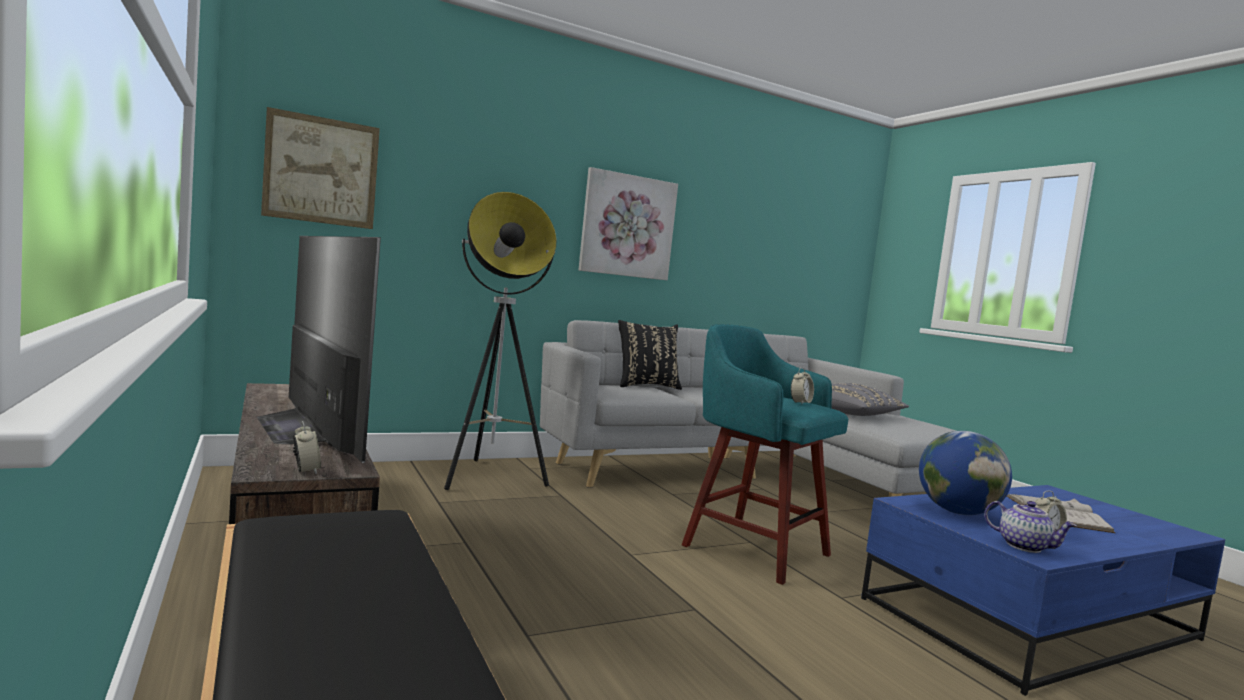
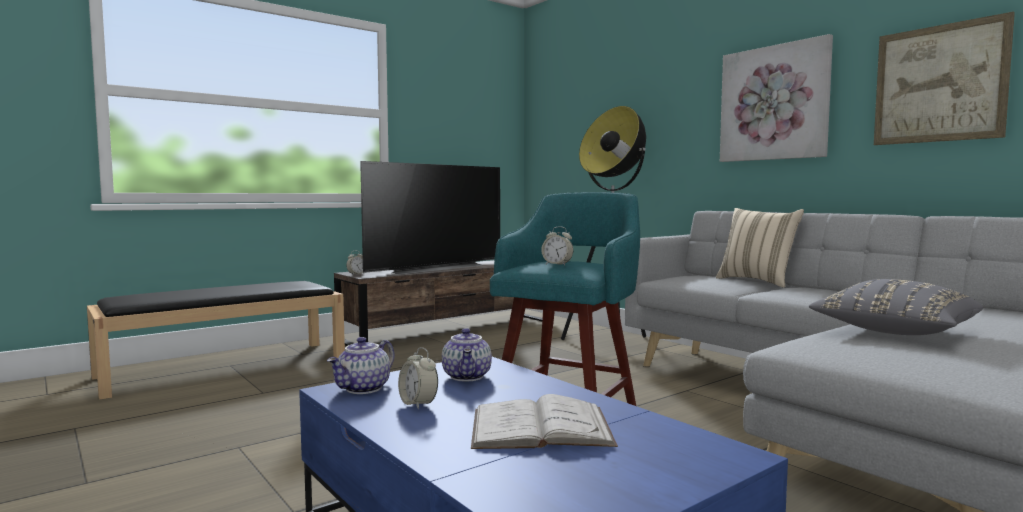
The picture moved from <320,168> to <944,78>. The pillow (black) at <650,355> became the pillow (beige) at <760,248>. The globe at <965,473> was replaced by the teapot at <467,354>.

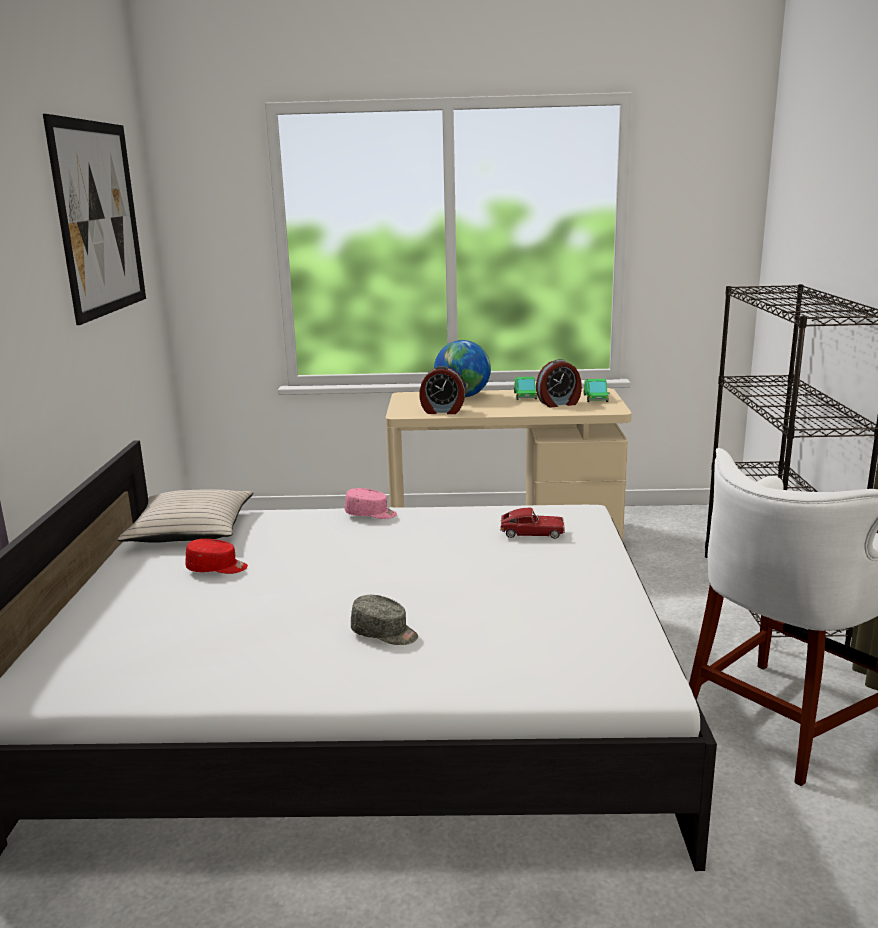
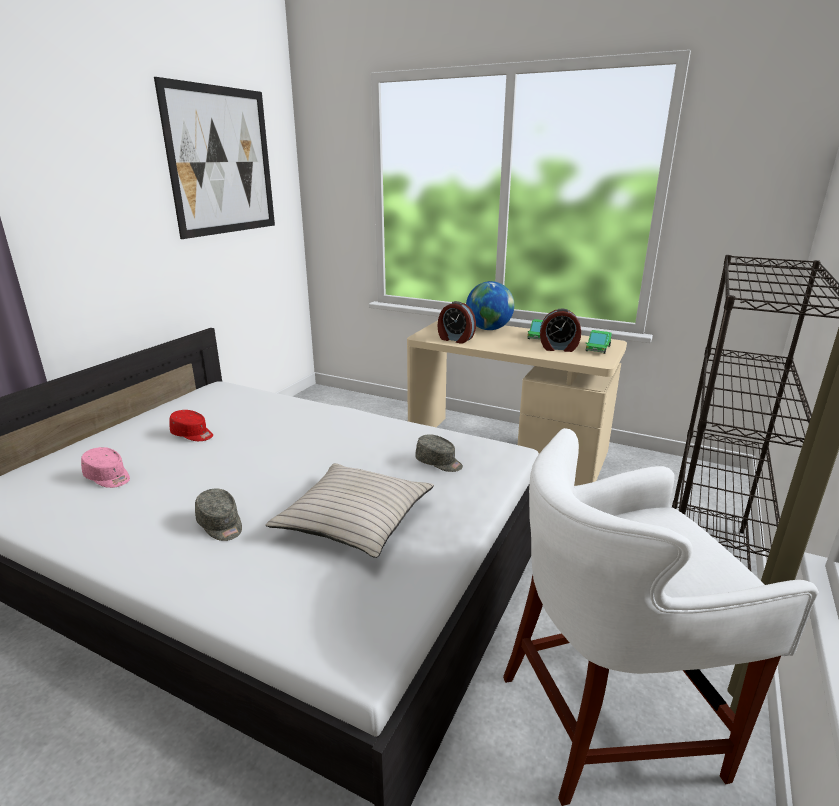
The cap (pink) moved from <371,503> to <105,467>. The pillow (beige) moved from <185,516> to <350,510>. The toy car at <532,523> was replaced by the cap (grey) at <439,453>.

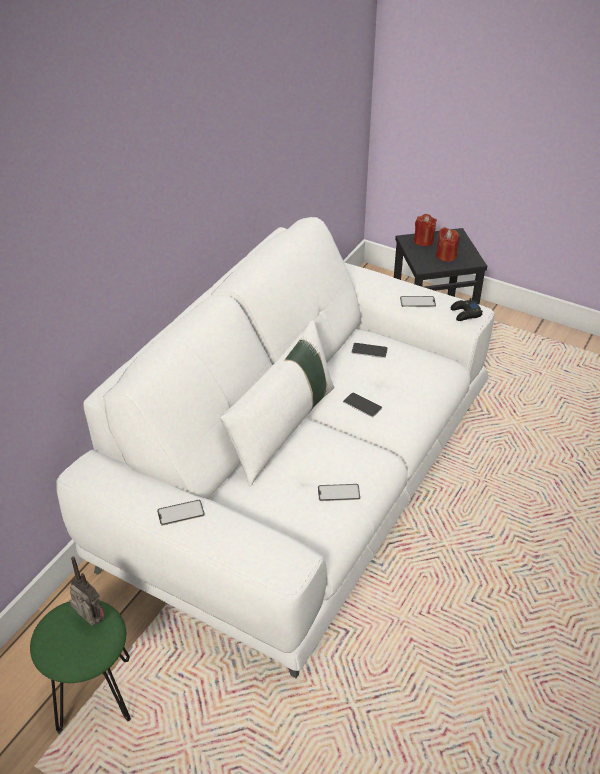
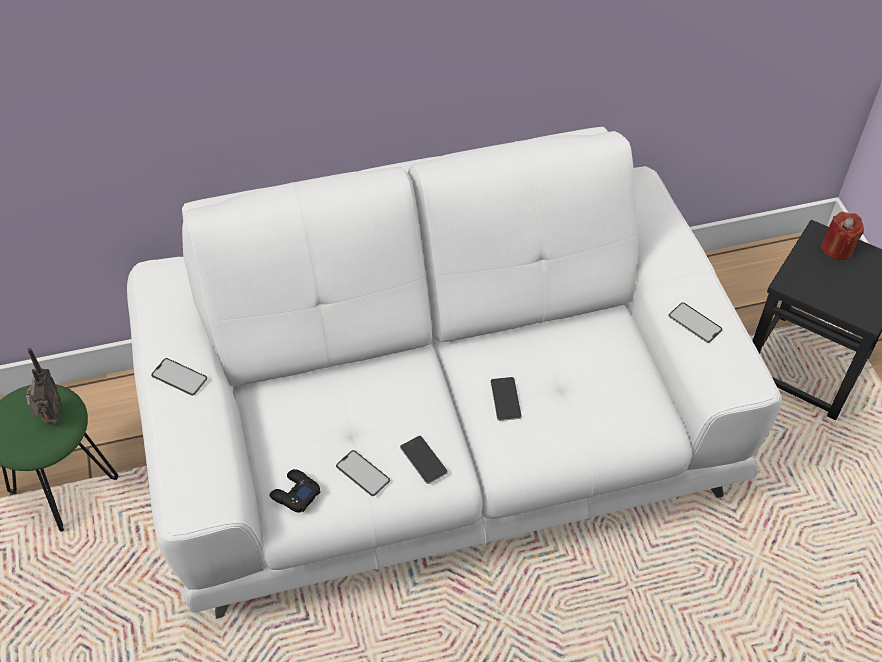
The candle (red) at <447,244> disappeared. The game controller (black) moved from <467,309> to <295,491>. The pillow (white) at <277,403> disappeared. The phone moved from <369,350> to <424,460>.

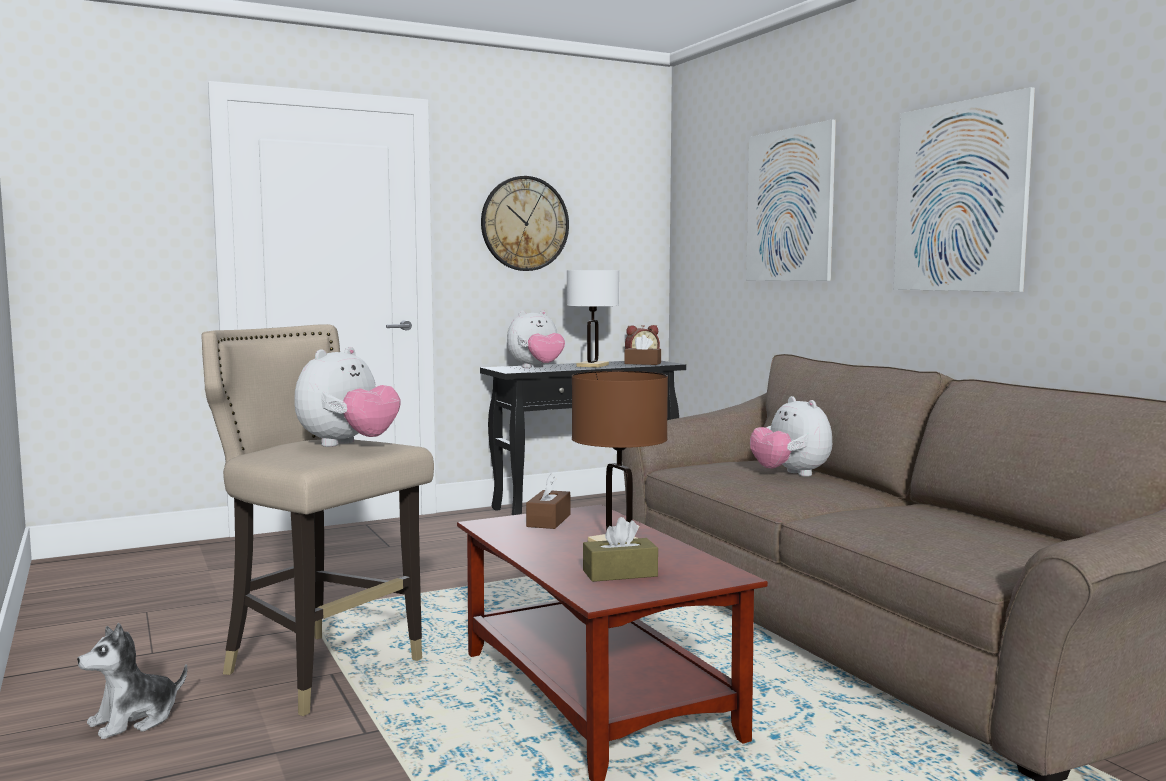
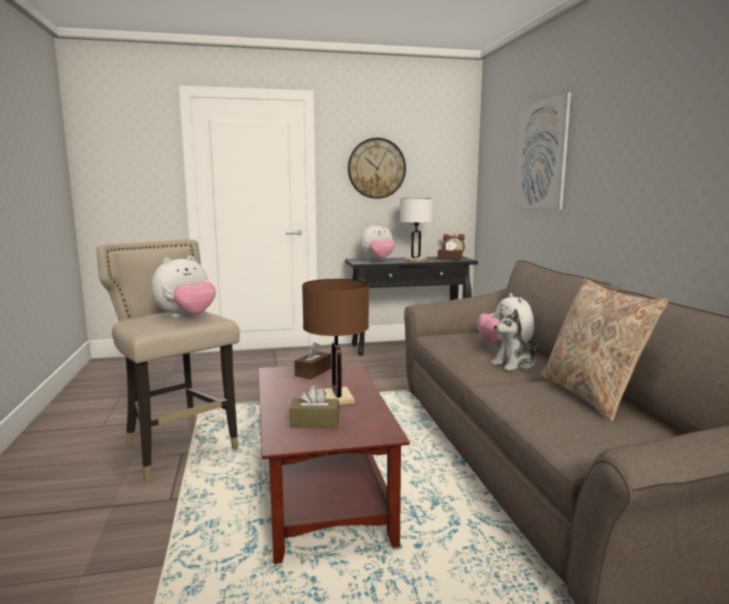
The picture at <964,189> disappeared. The plush toy moved from <132,681> to <514,340>. The pillow (beige) at <604,350> appeared.

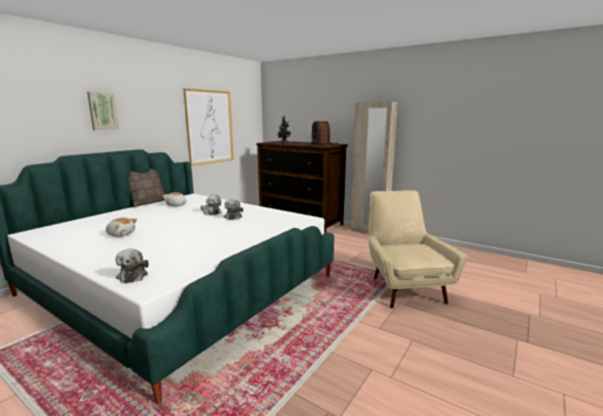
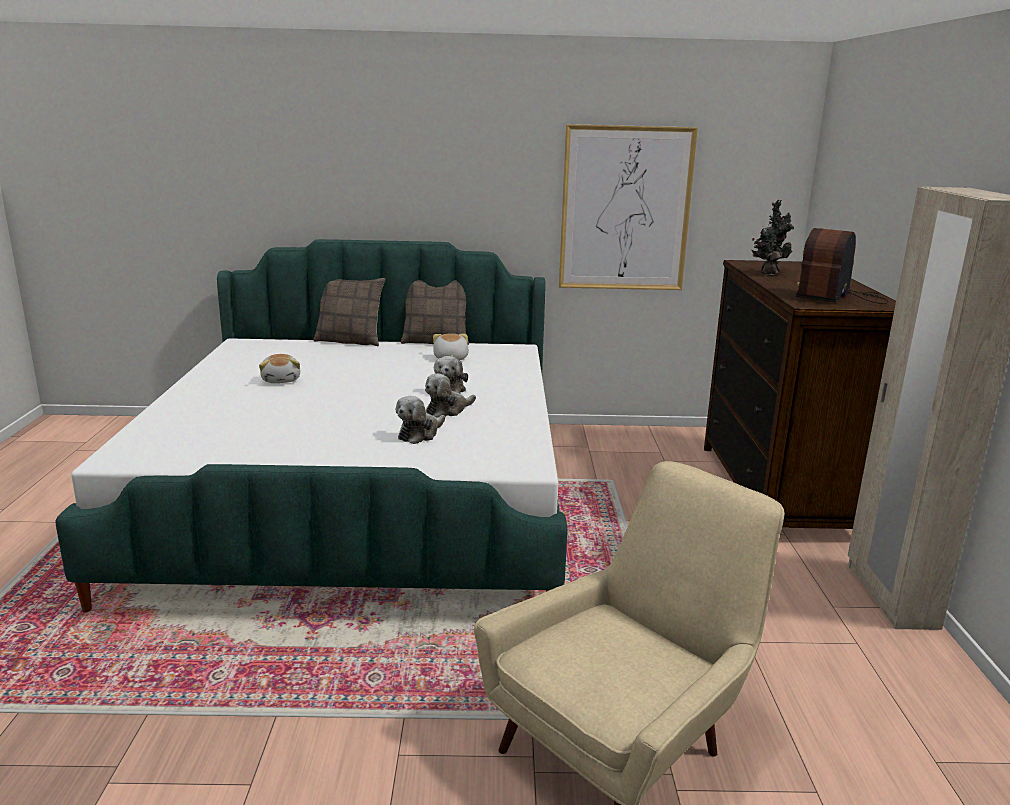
The picture at <103,111> disappeared. The plush toy moved from <132,266> to <420,420>. The pillow at <349,312> appeared.

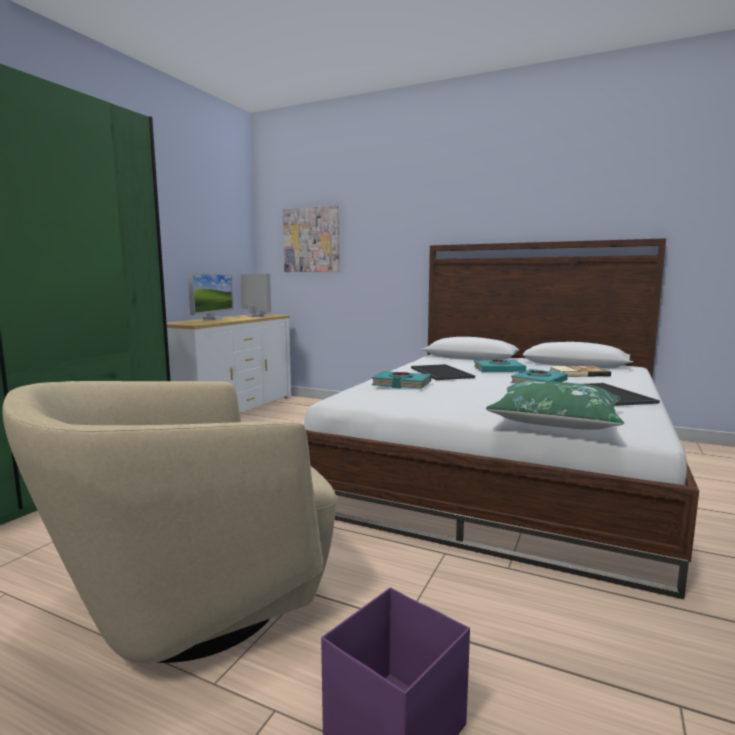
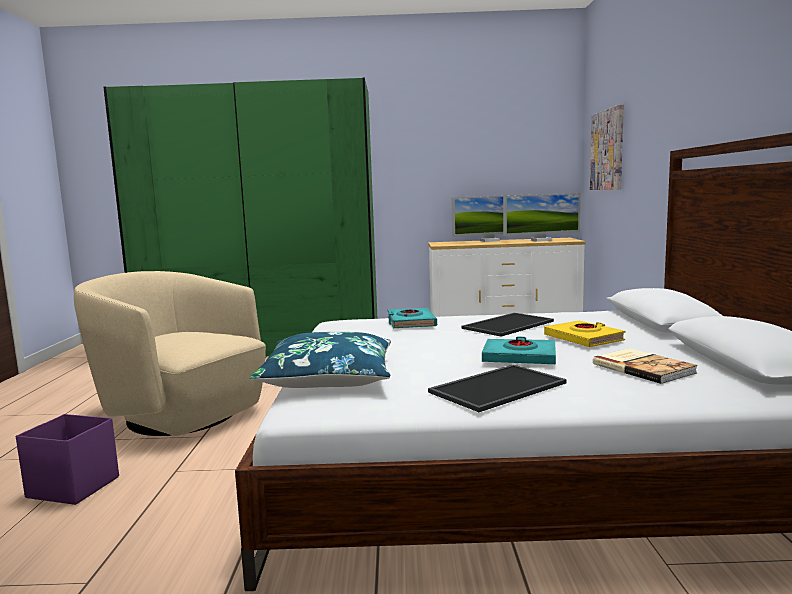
The monitor at <255,295> turned 45 degrees clockwise. The book (turquoise) at <500,365> became the book (yellow) at <585,334>. The pillow (green) at <555,405> became the pillow (blue) at <320,360>.

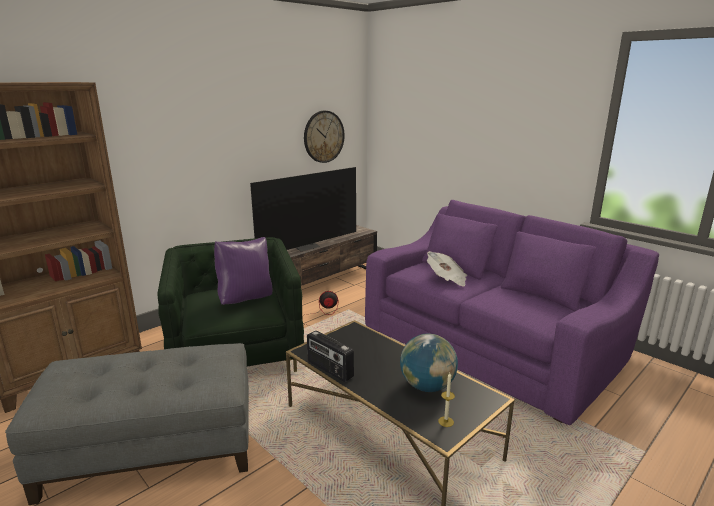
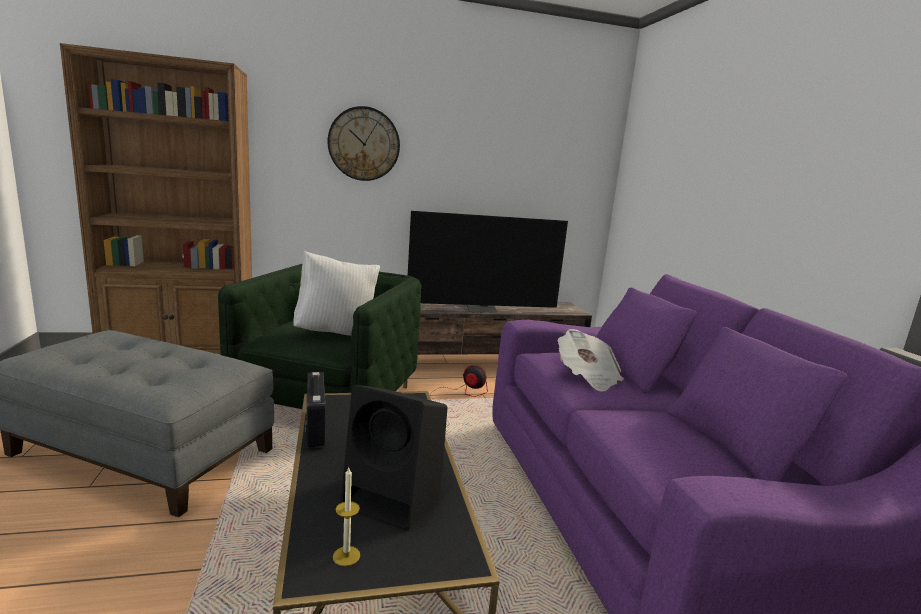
The wall clock moved from <324,137> to <364,143>. The pillow (purple) at <243,271> became the pillow (white) at <336,293>. The globe at <429,363> was replaced by the speaker (black) at <394,457>.

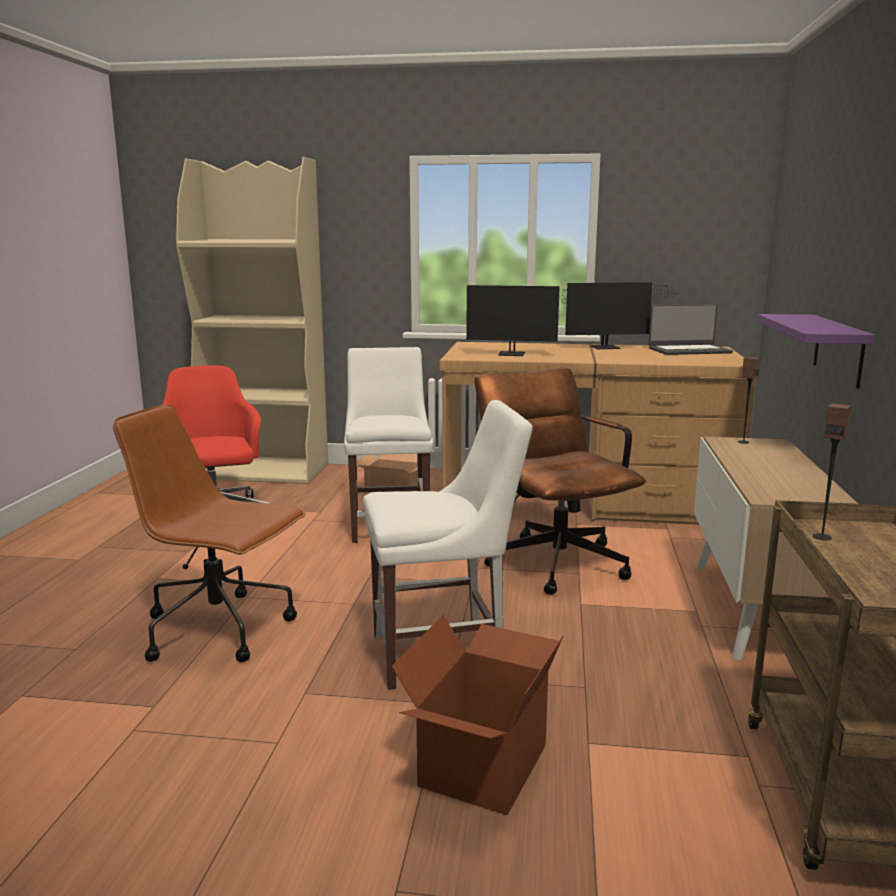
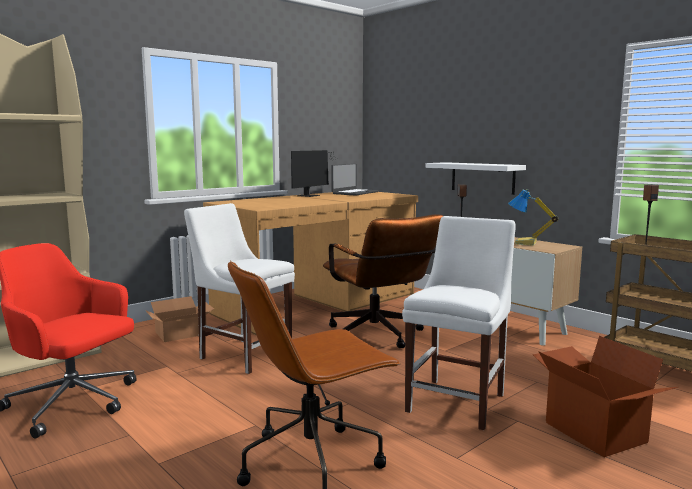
The monitor at <528,320> disappeared. The shelf (purple) at <816,351> became the shelf (white) at <475,178>. The office chair (brown) at <560,481> turned 135 degrees counterclockwise. The table lamp at <533,217> appeared.

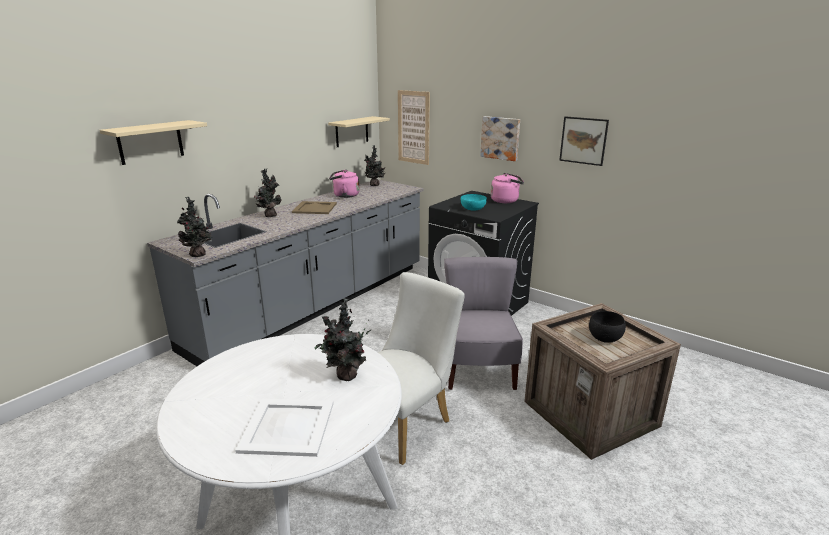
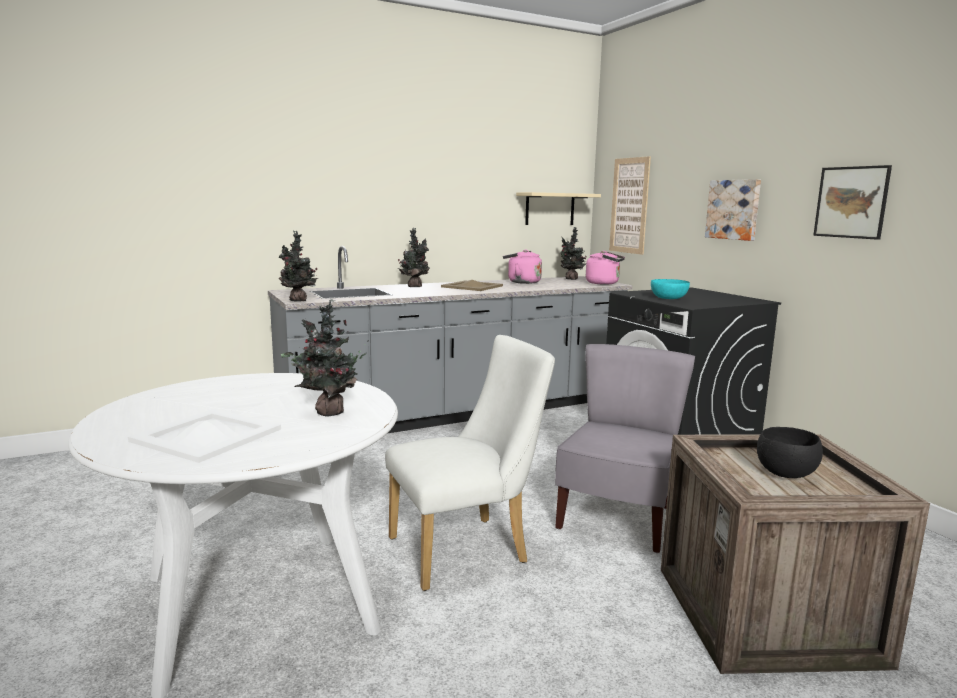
The shelf (beige) at <153,142> disappeared. The kettle (pink) moved from <507,188> to <605,268>.

